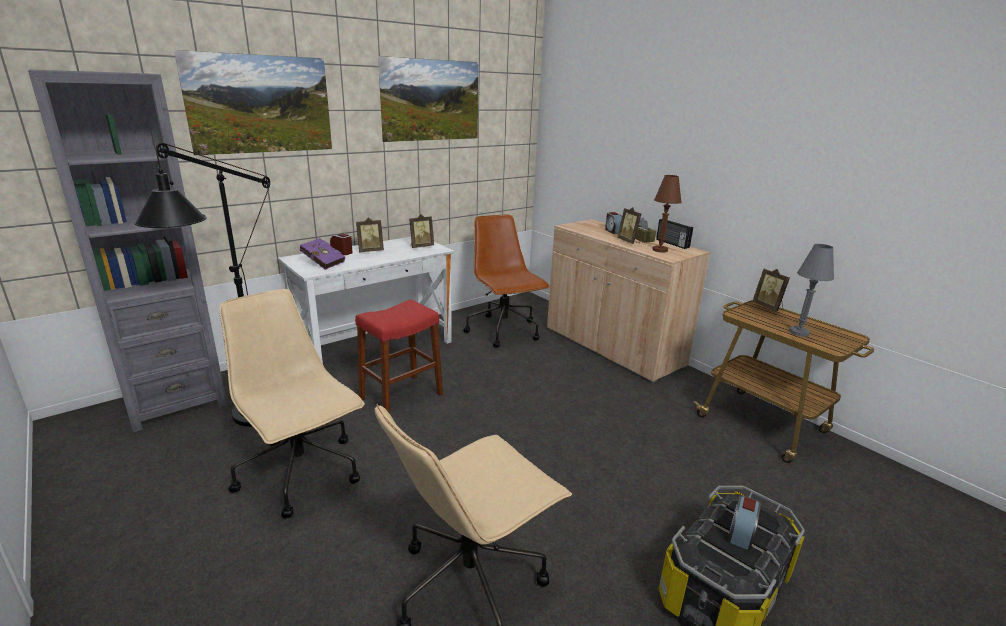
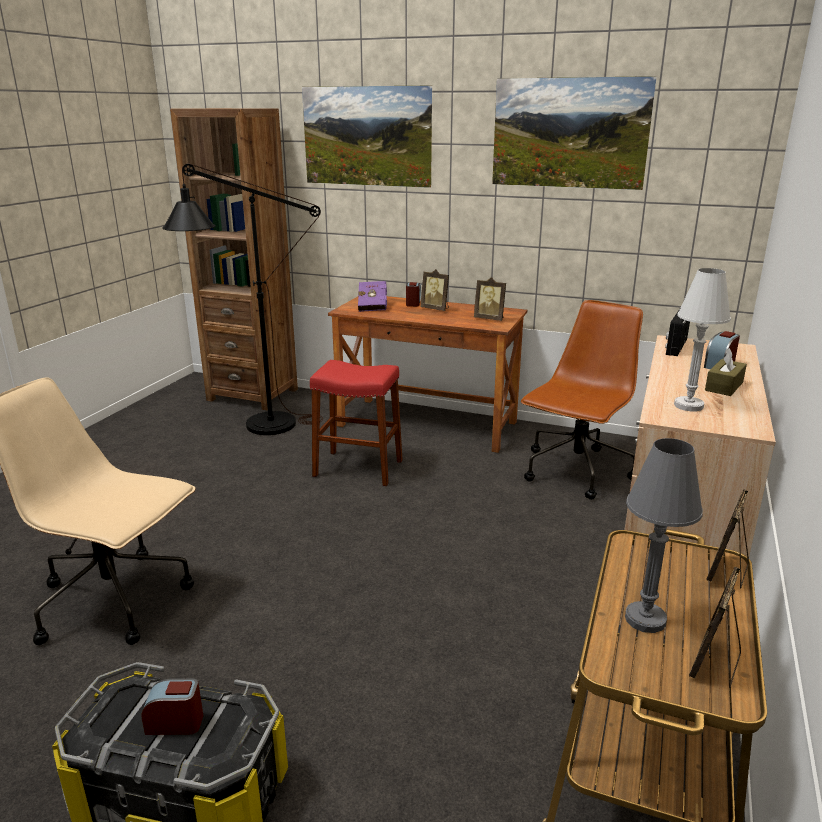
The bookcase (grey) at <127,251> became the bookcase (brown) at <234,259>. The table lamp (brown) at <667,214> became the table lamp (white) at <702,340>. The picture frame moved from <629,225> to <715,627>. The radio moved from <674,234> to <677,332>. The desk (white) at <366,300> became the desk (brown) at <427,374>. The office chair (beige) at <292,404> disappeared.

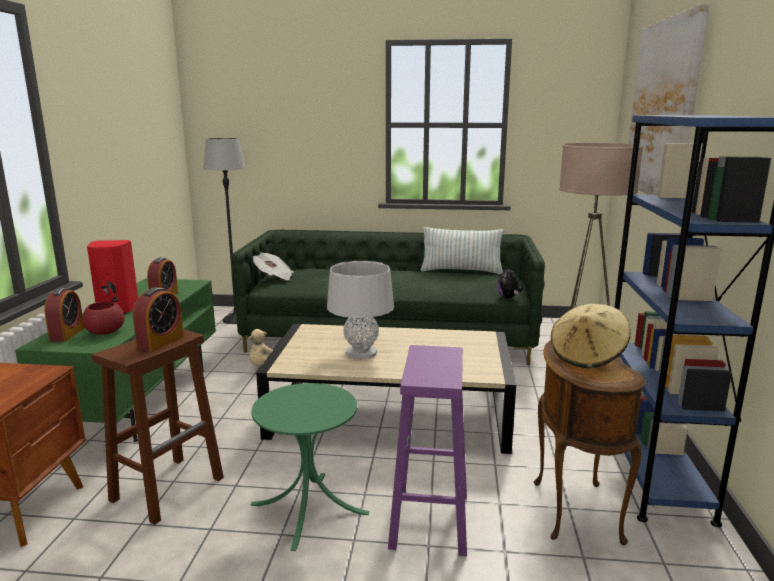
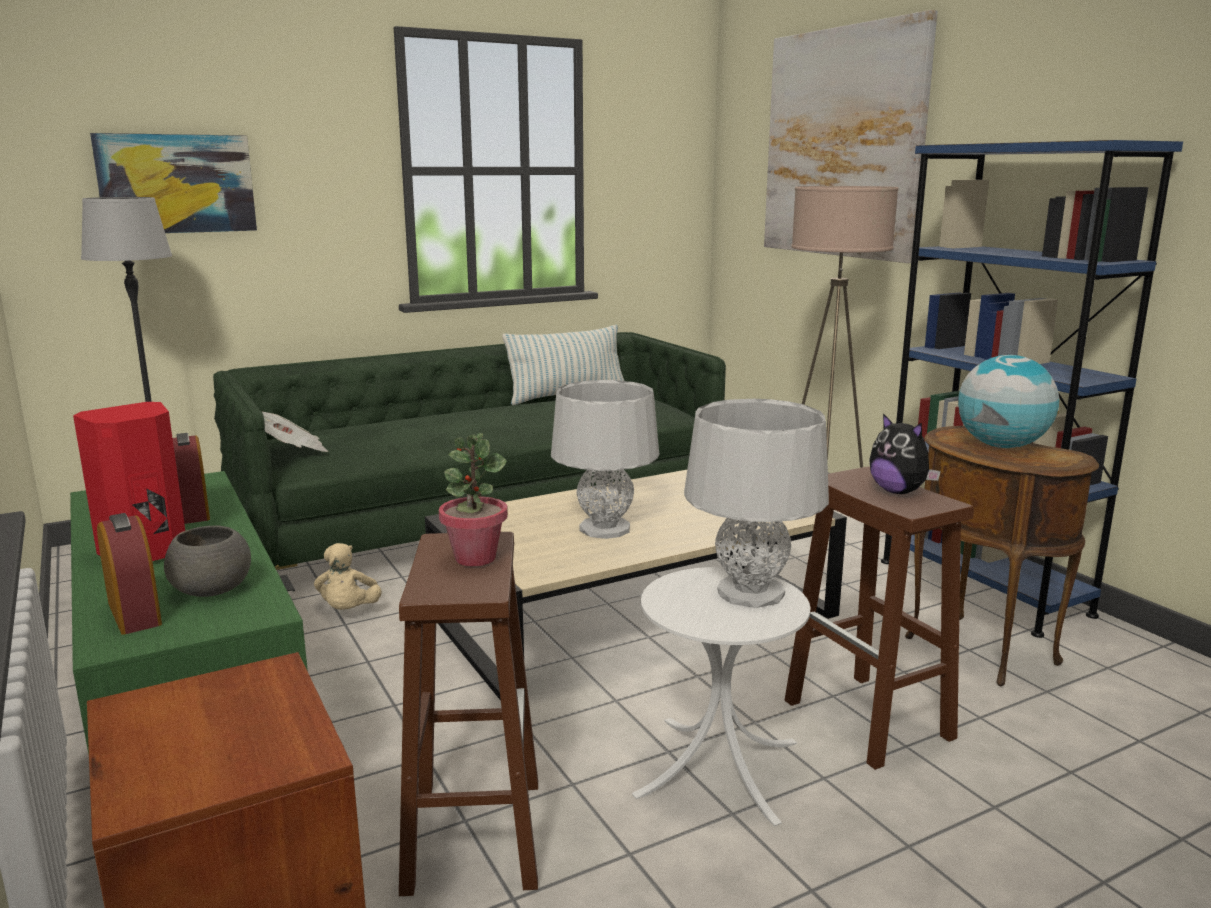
The plush toy moved from <510,281> to <905,453>. The alarm clock at <158,319> was replaced by the potted plant at <473,499>. The bowl (red) at <103,318> became the bowl (grey) at <207,561>. The hat (beige) at <591,336> was replaced by the globe at <1008,401>. The stool (purple) at <427,450> became the stool (brown) at <879,618>. The side table (green) at <310,467> became the side table (white) at <721,696>. The picture at <173,183> appeared. The table lamp (grey) at <756,503> appeared.

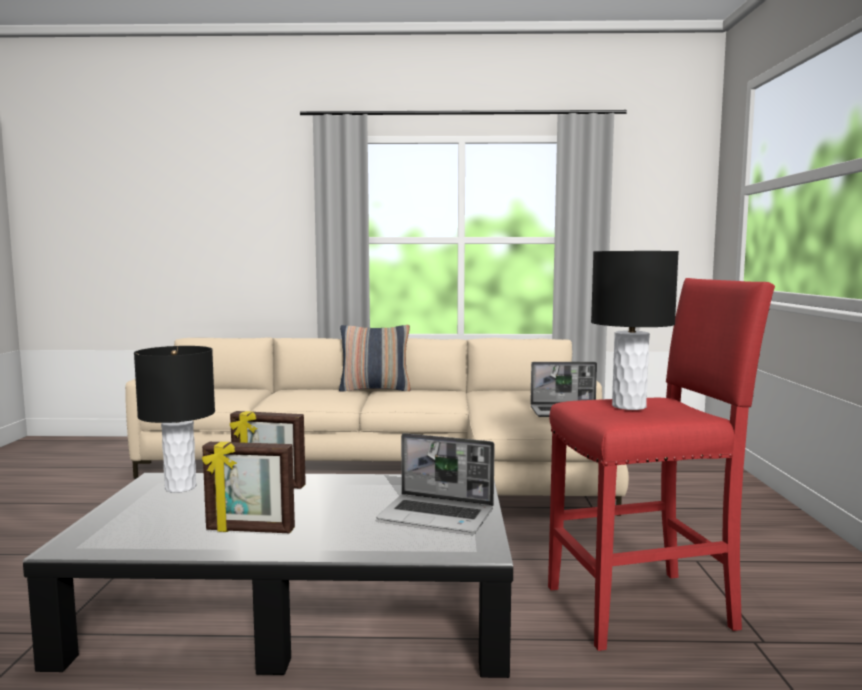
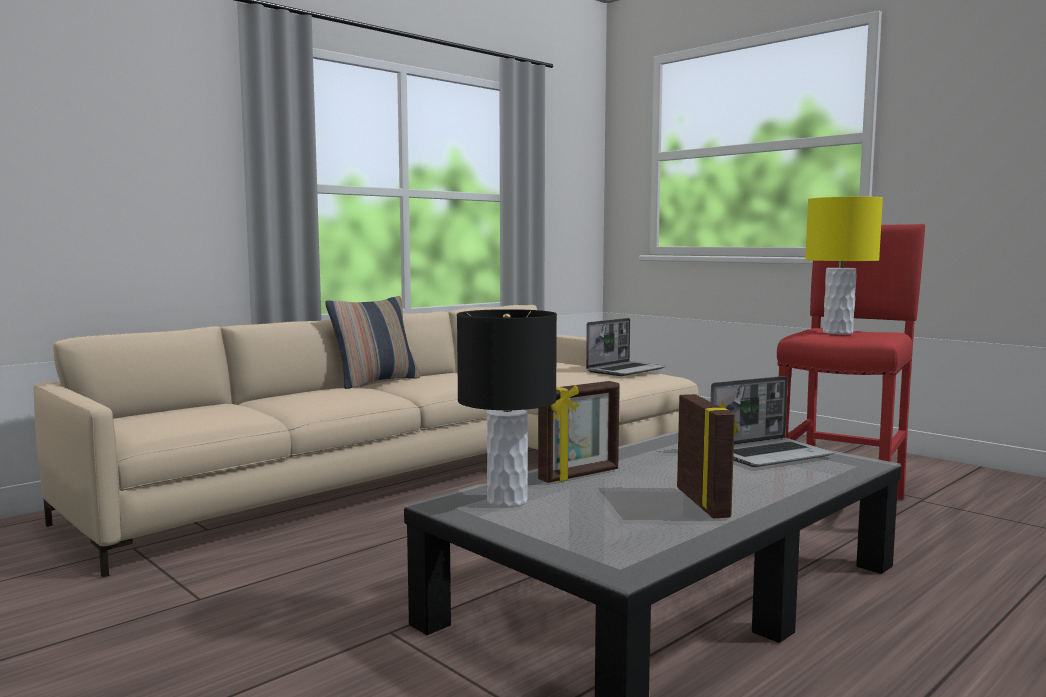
The table lamp (black) at <635,330> became the table lamp (yellow) at <844,265>. The picture frame at <248,487> turned 60 degrees counterclockwise.

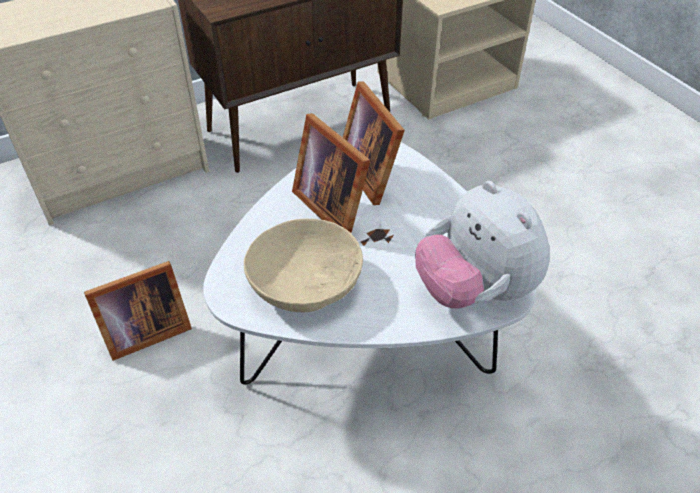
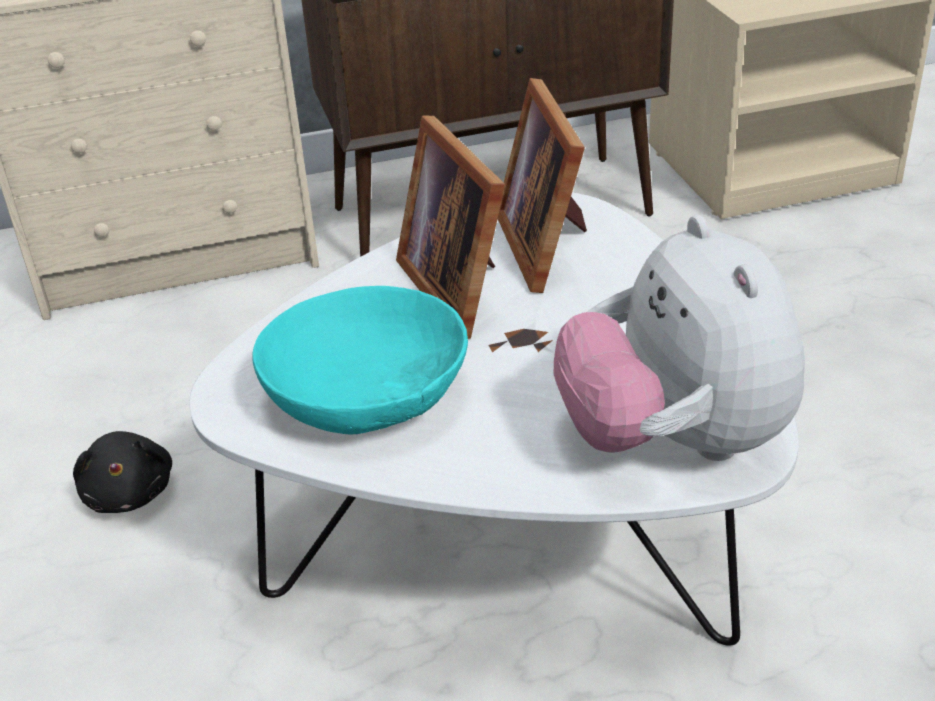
The bowl (beige) at <303,265> became the bowl (turquoise) at <360,360>. The picture frame at <138,311> was replaced by the plush toy (black) at <122,472>.

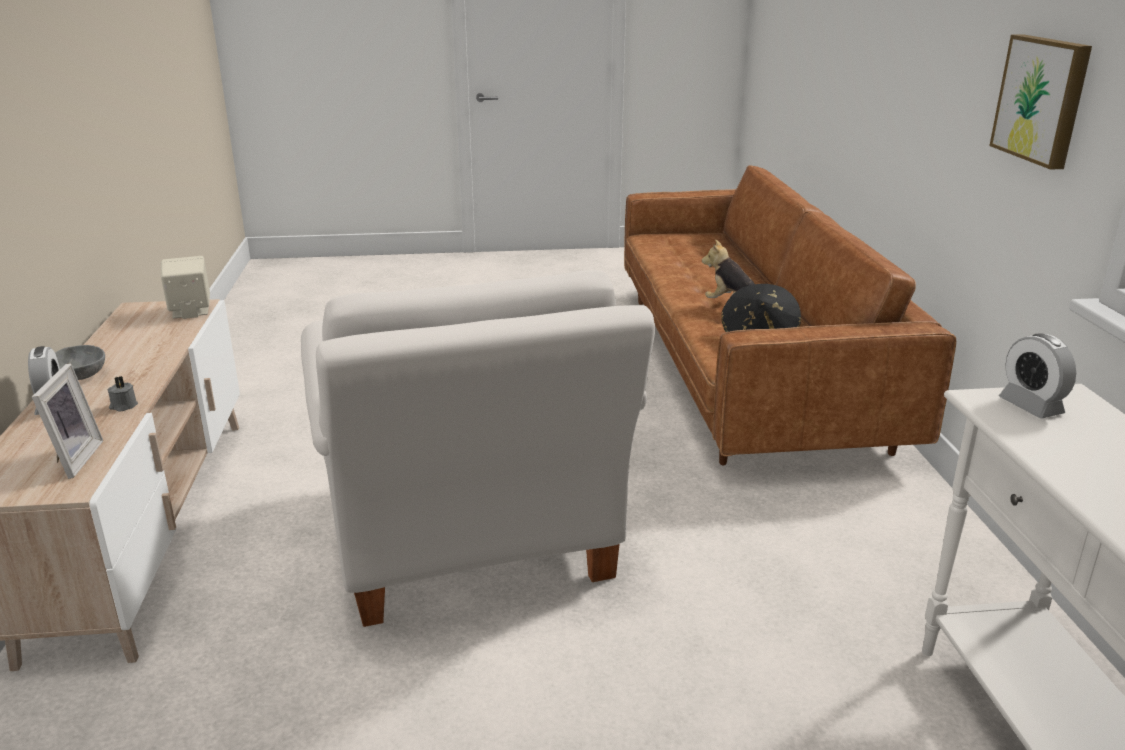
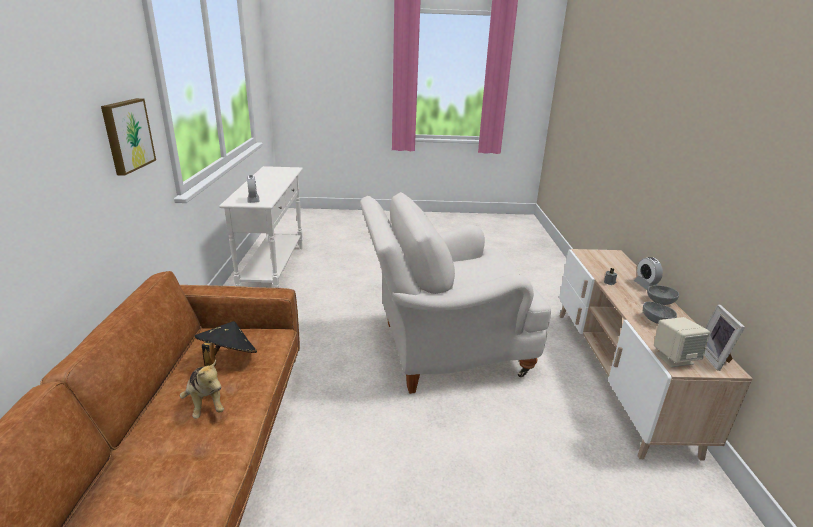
The armchair (white) at <478,448> turned 90 degrees counterclockwise. The picture frame moved from <67,421> to <724,337>. The bowl (grey) at <660,313> appeared.

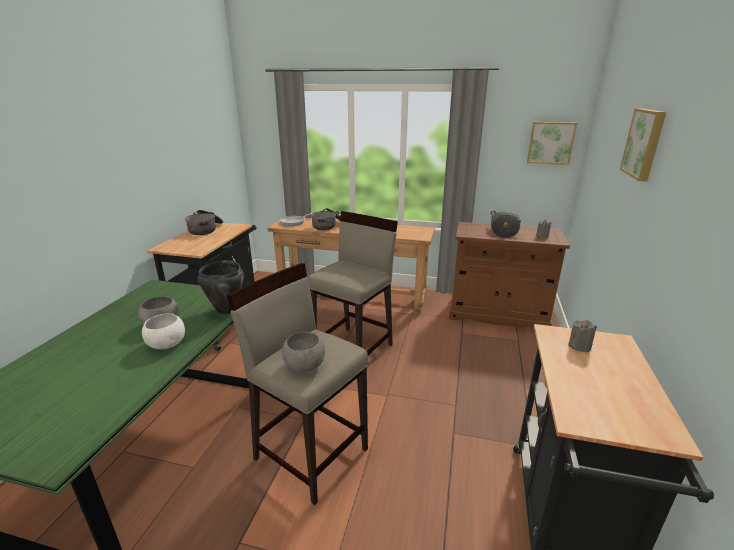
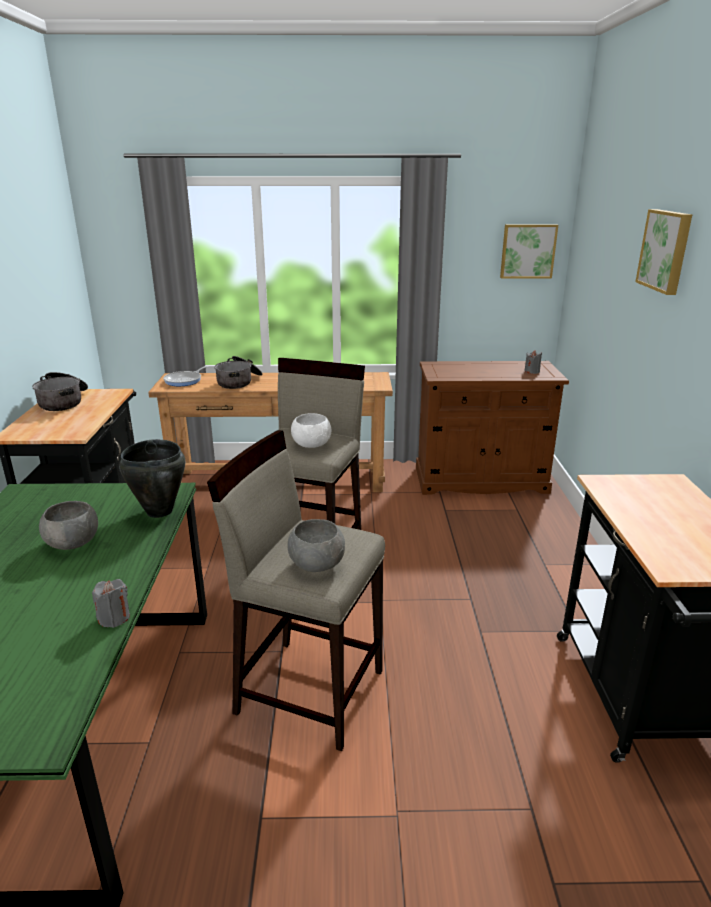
The cooking pot at <506,225> disappeared. The bowl (white) moved from <163,331> to <311,430>. The candle (grey) moved from <582,336> to <111,603>.

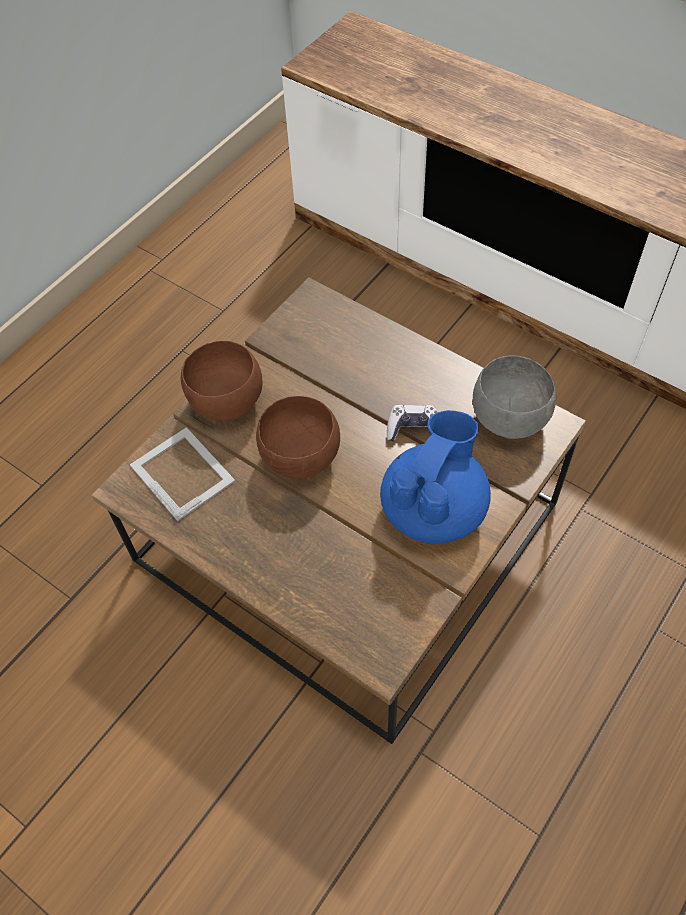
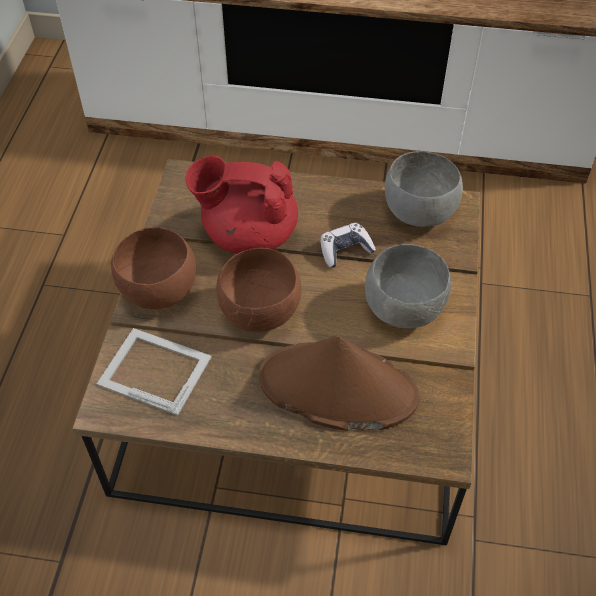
The teapot (blue) at <435,477> was replaced by the bowl (grey) at <408,286>. The teapot (red) at <241,205> appeared. The hat (brown) at <339,383> appeared.

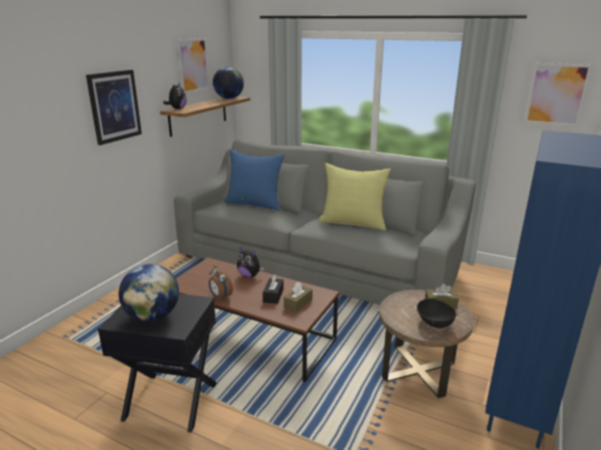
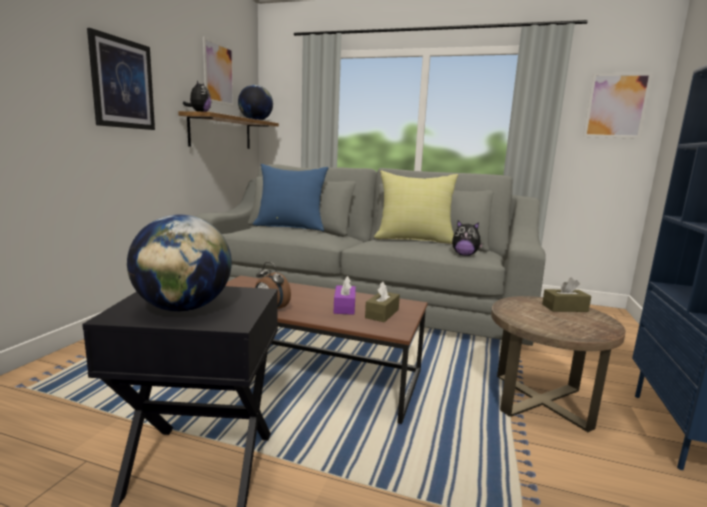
The plush toy moved from <250,263> to <468,238>. The tissue box (black) at <273,289> became the tissue box (purple) at <345,295>. The bowl (black) at <436,313> disappeared.

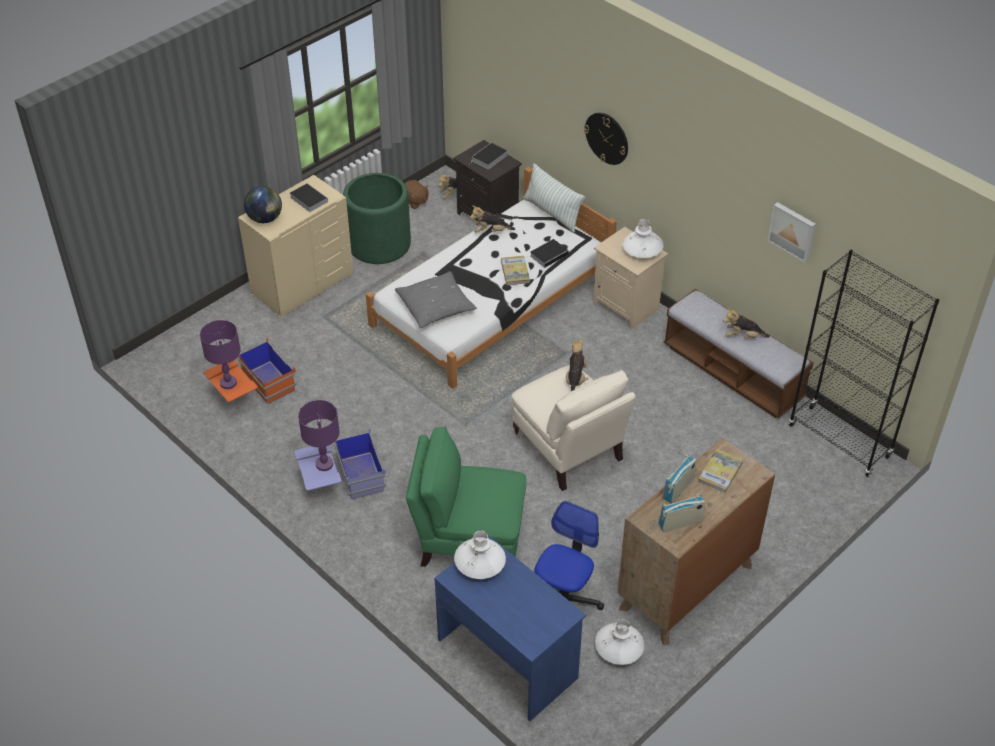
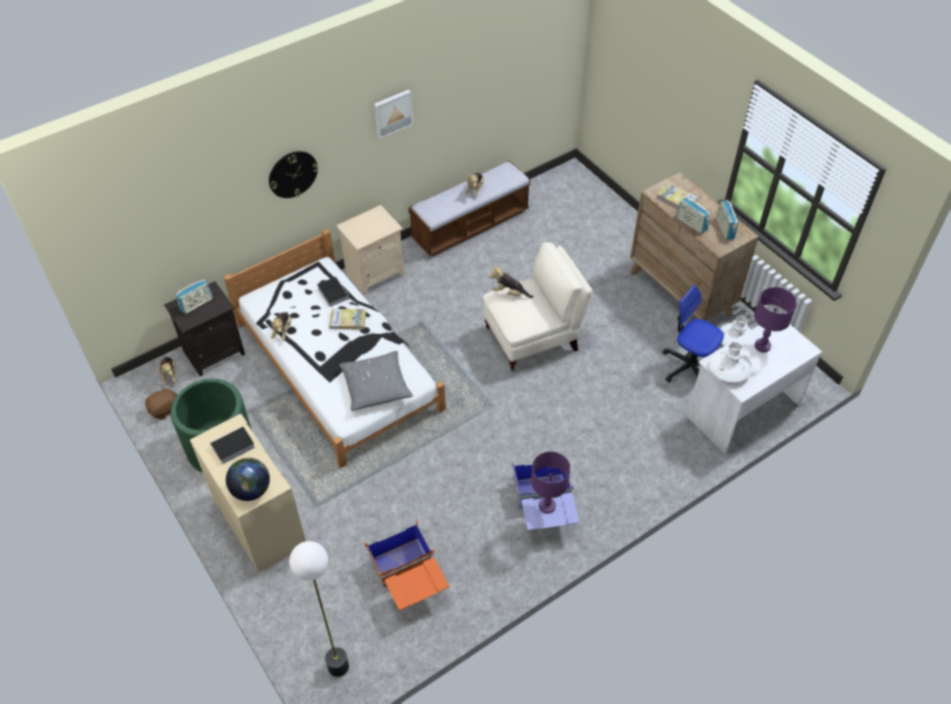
The book at <488,156> was replaced by the radio at <195,296>. The pillow at <554,198> disappeared. The picture moved from <791,232> to <393,114>. The vase (white) at <643,238> disappeared. The bookcase (black) at <864,363> disappeared. The table lamp (purple) moved from <220,354> to <775,320>. The armchair (green) at <466,497> disappeared. The desk (blue) at <510,628> became the desk (white) at <754,389>. The floor lamp at <319,609> appeared.

